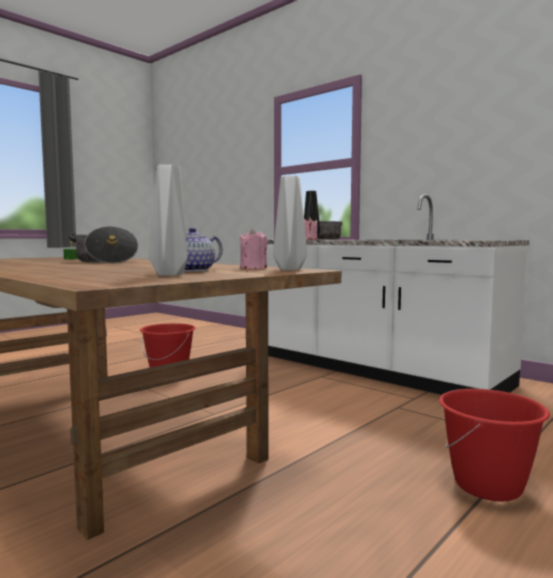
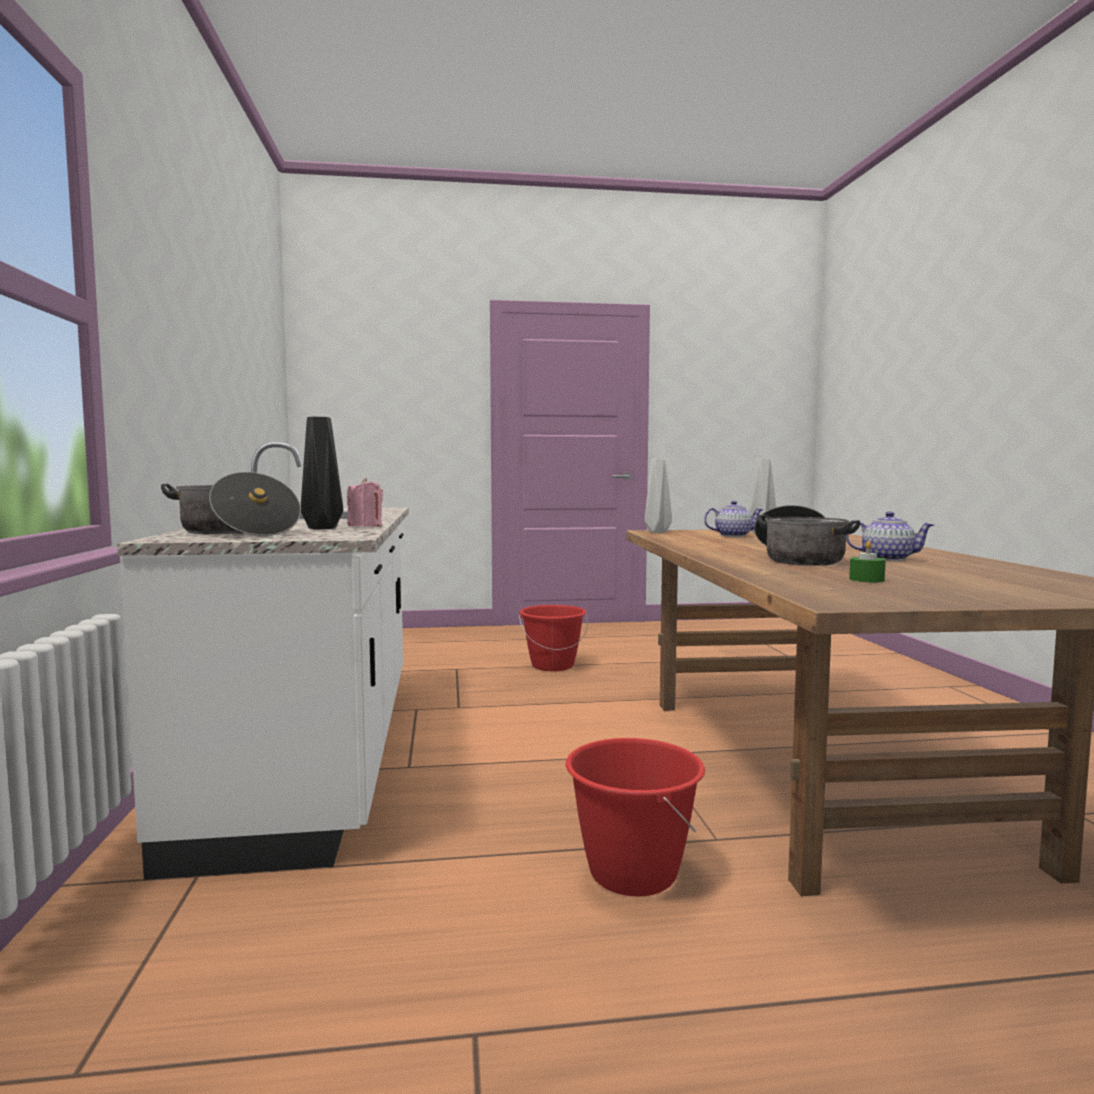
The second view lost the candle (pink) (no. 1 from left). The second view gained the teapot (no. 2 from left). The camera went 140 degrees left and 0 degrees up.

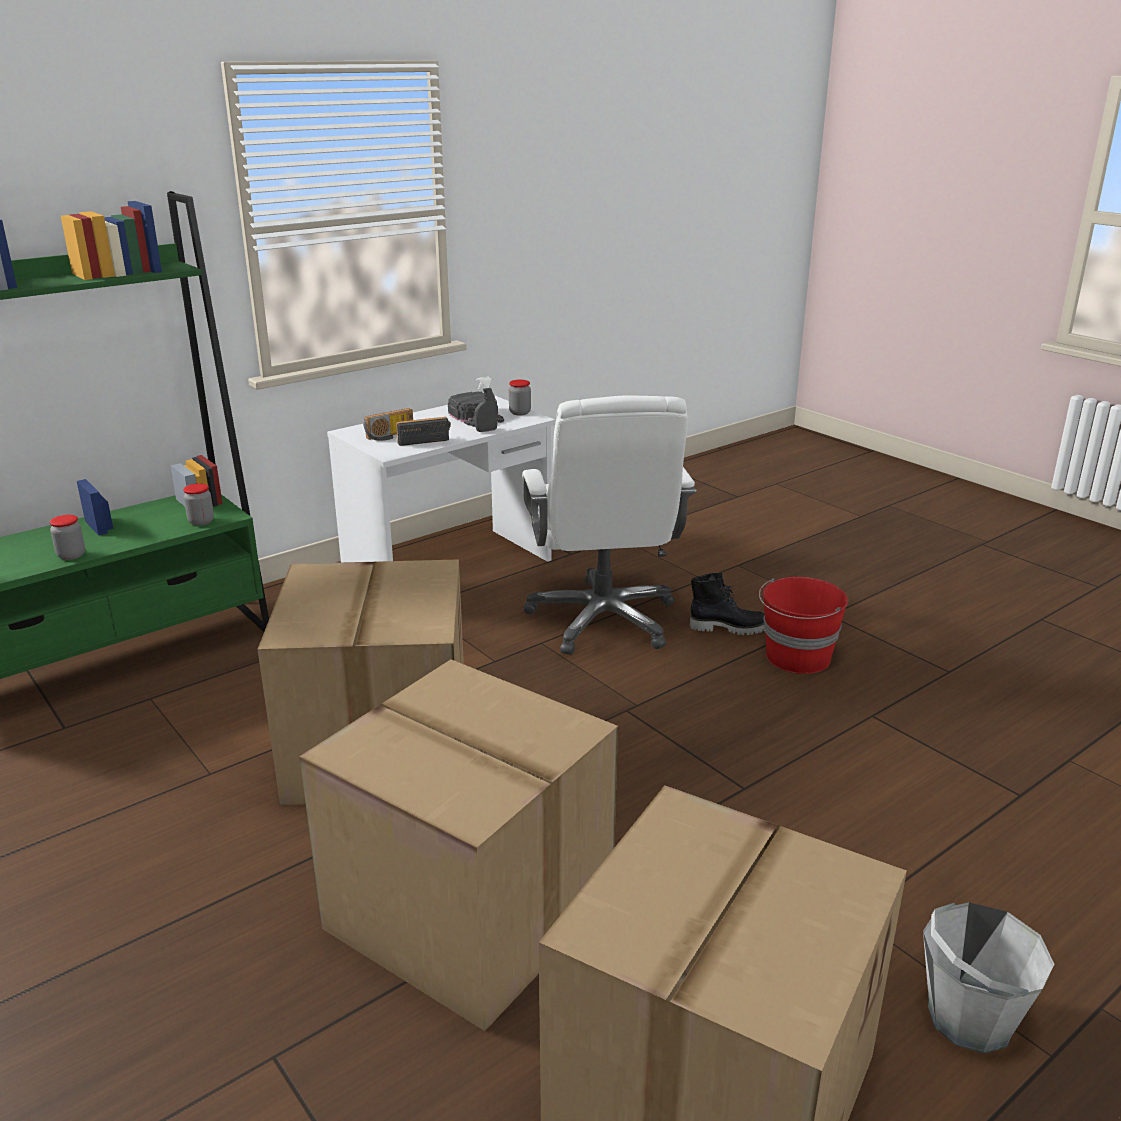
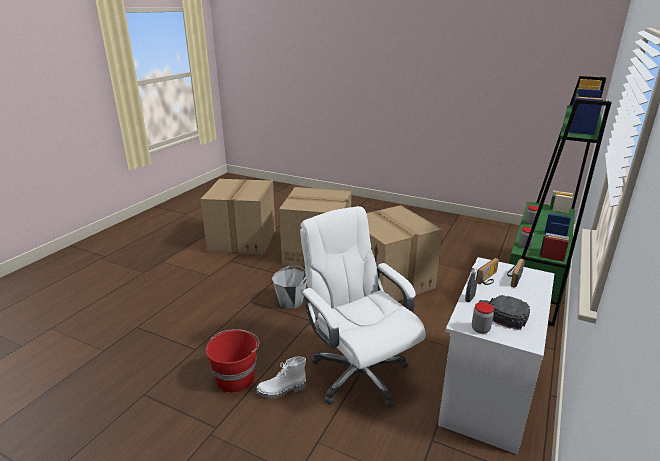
What was the boot (black) turned into the boot (white). The bucket (grey) ended up elsewhere. The camera went 155 degrees right and 0 degrees up.

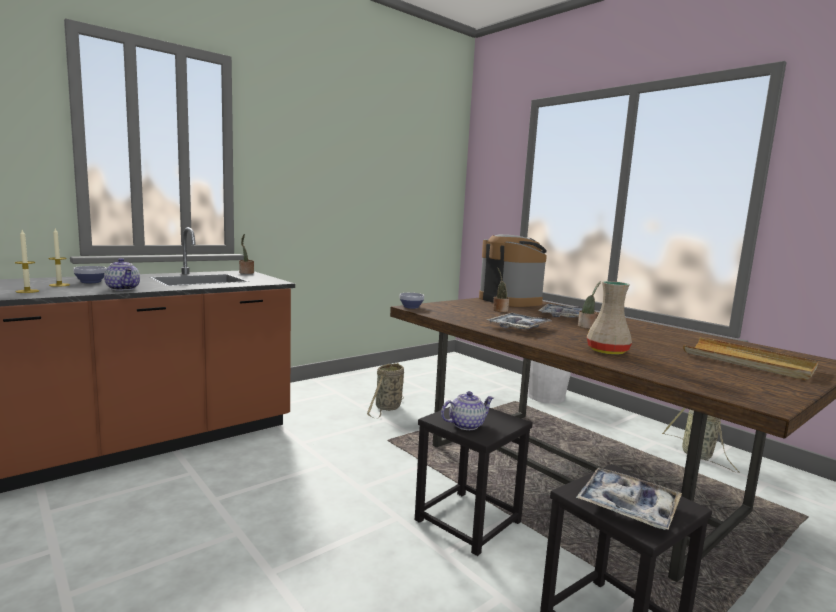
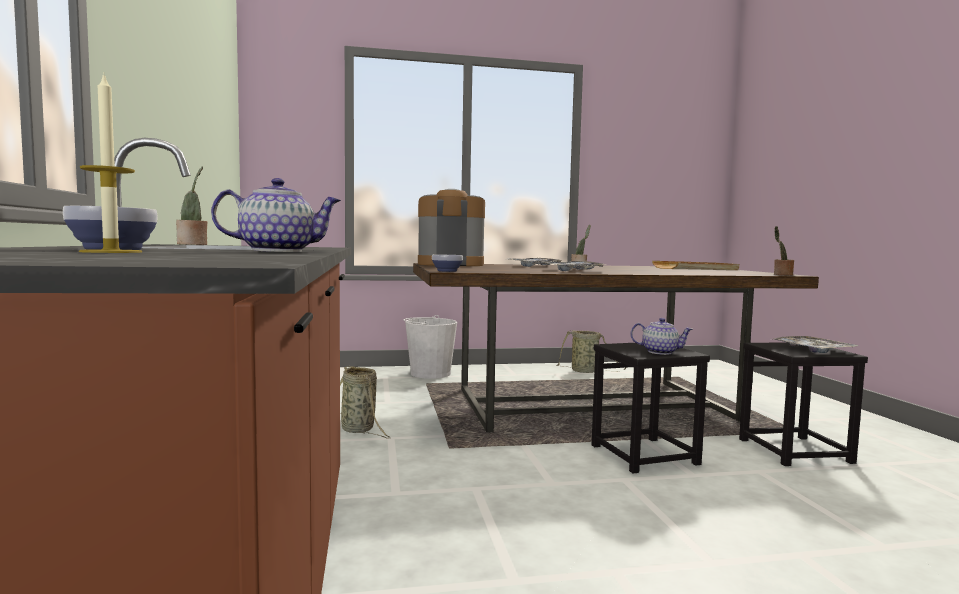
The second view lost the candle (no. 1 from left). The potted plant (no. 2 from left in the first image) ended up elsewhere. The second view lost the vase (beige). The teapot (no. 2 from left) ended up facing another way, 105 degrees clockwise from before. The camera went 60 degrees left and 5 degrees down.

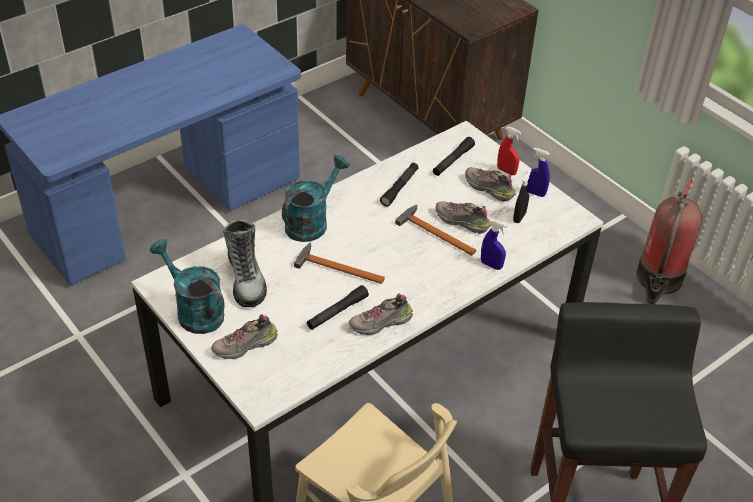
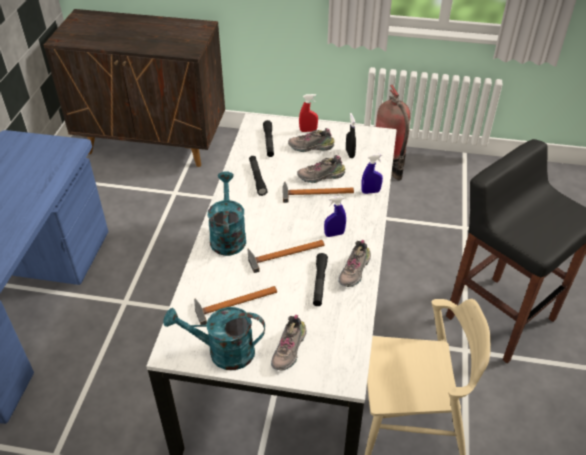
The spray bottle (blue) (no. 2 from left in the first image) ended up elsewhere. Where the boot stood, the hammer (no. 1 from left) came to stand. The camera went 40 degrees left and 0 degrees up.

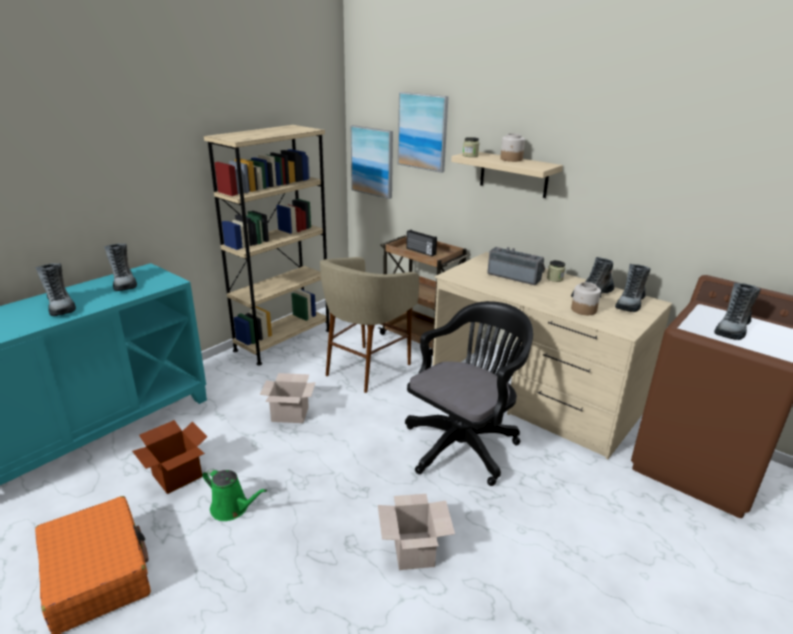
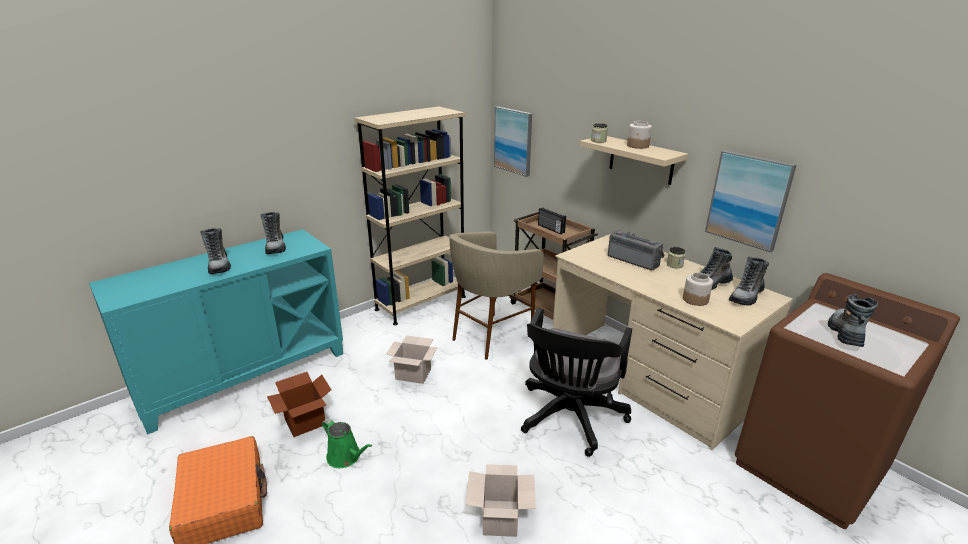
The picture (no. 2 from left) ended up elsewhere. The boot (no. 5 from left) ended up facing another way, 150 degrees clockwise from before. The office chair (black) ended up facing another way, 150 degrees clockwise from before. The camera went 10 degrees right and 0 degrees up.

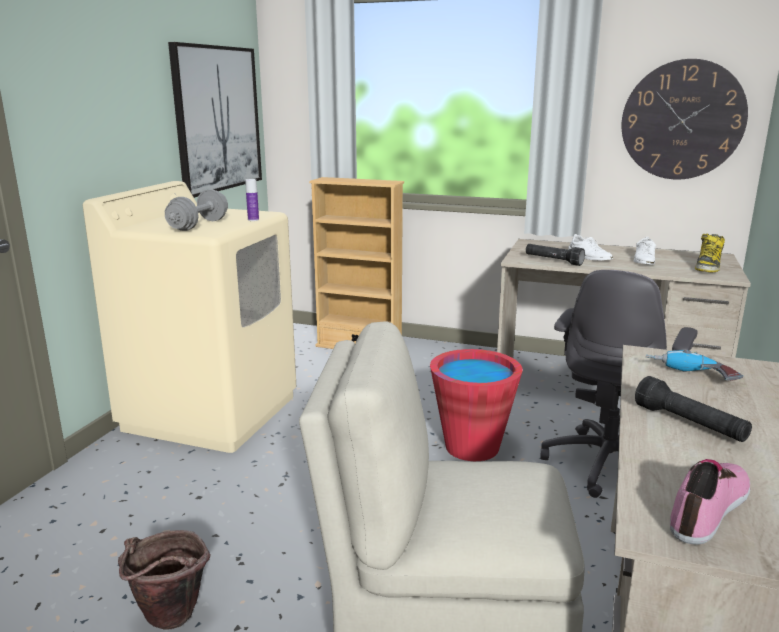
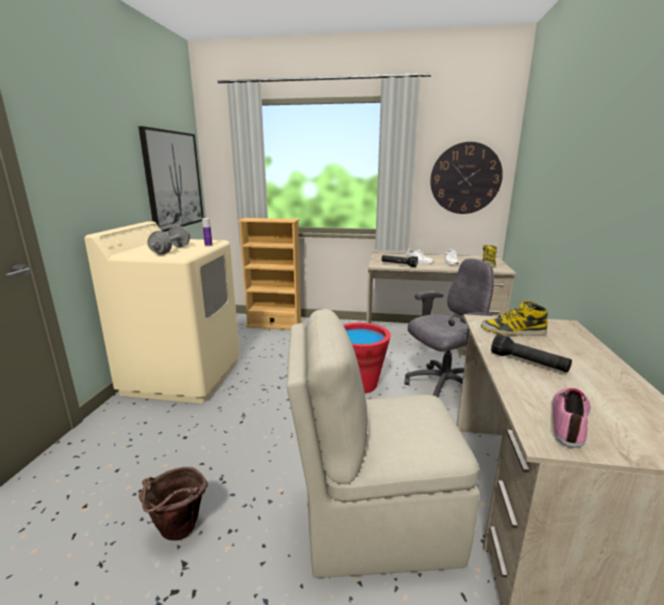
The office chair (grey) ended up facing another way, 135 degrees counterclockwise from before. Where the power drill stood, the boot (no. 2 from left) came to stand. The camera went 10 degrees left and 0 degrees up.

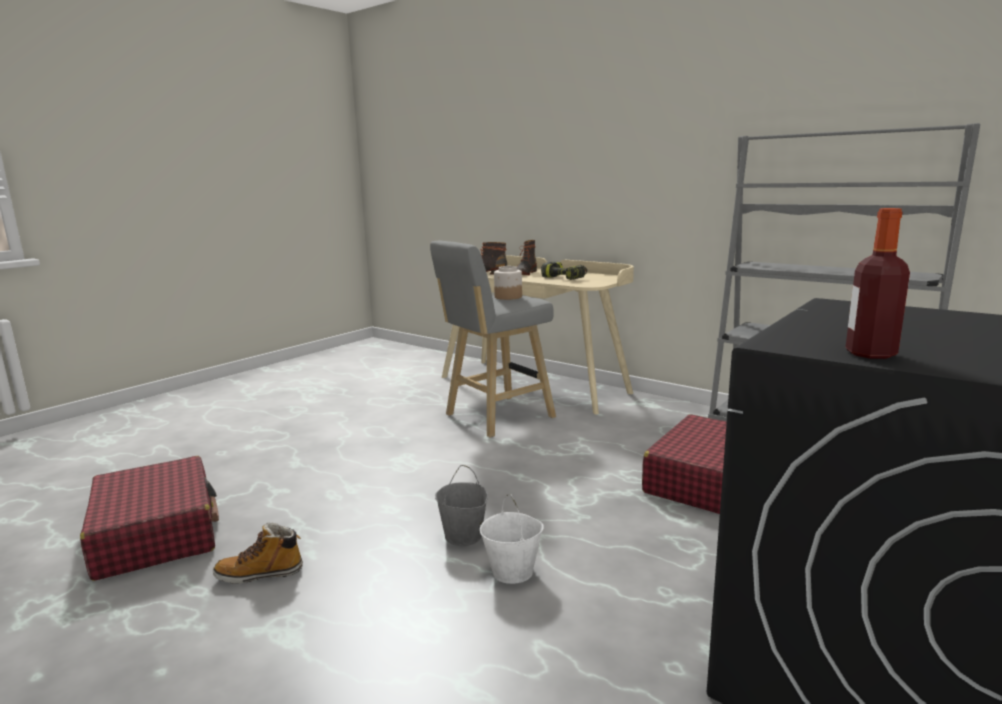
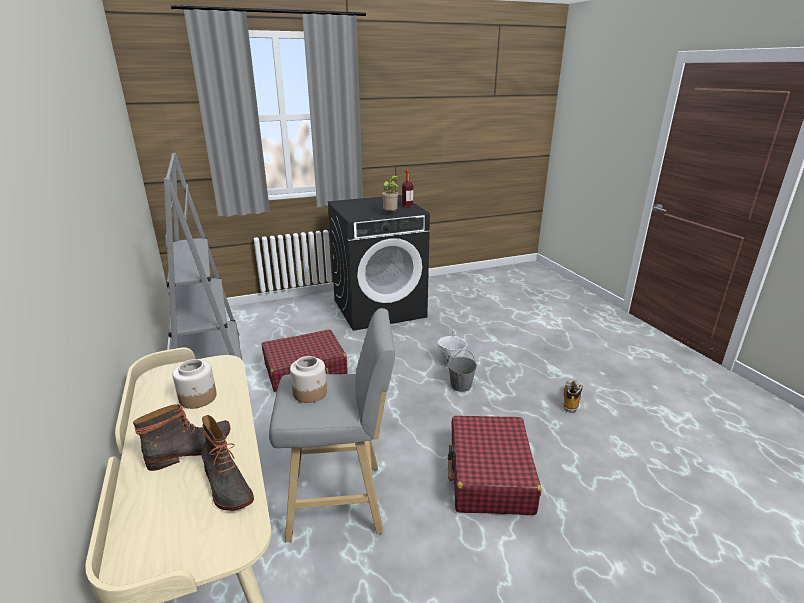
Where the power drill stood, the jar (no. 1 from left) came to stand. The suitcase (red) (no. 1 from left in the first image) ended up elsewhere. The boot (no. 1 from left in the first image) ended up facing another way, 90 degrees counterclockwise from before. The second view gained the potted plant. The camera went 150 degrees left and 10 degrees up.

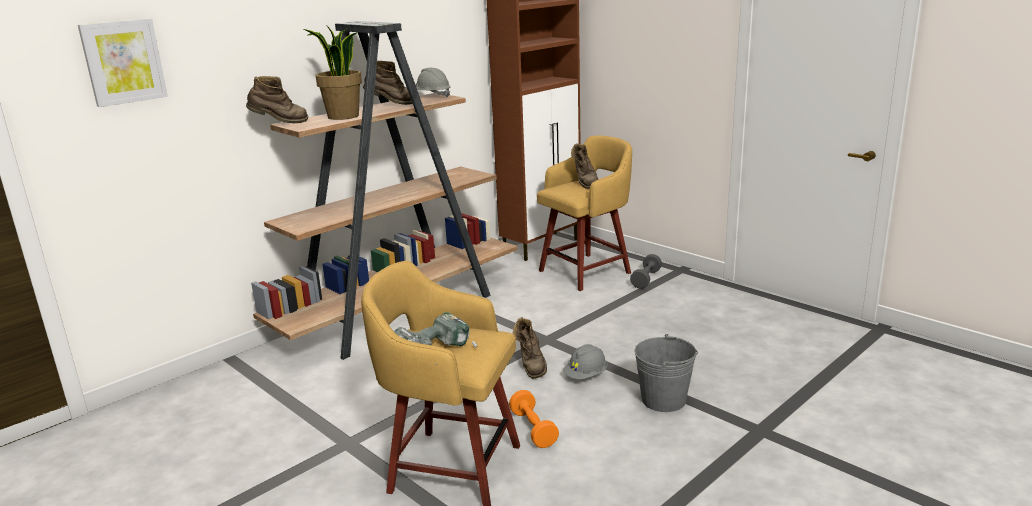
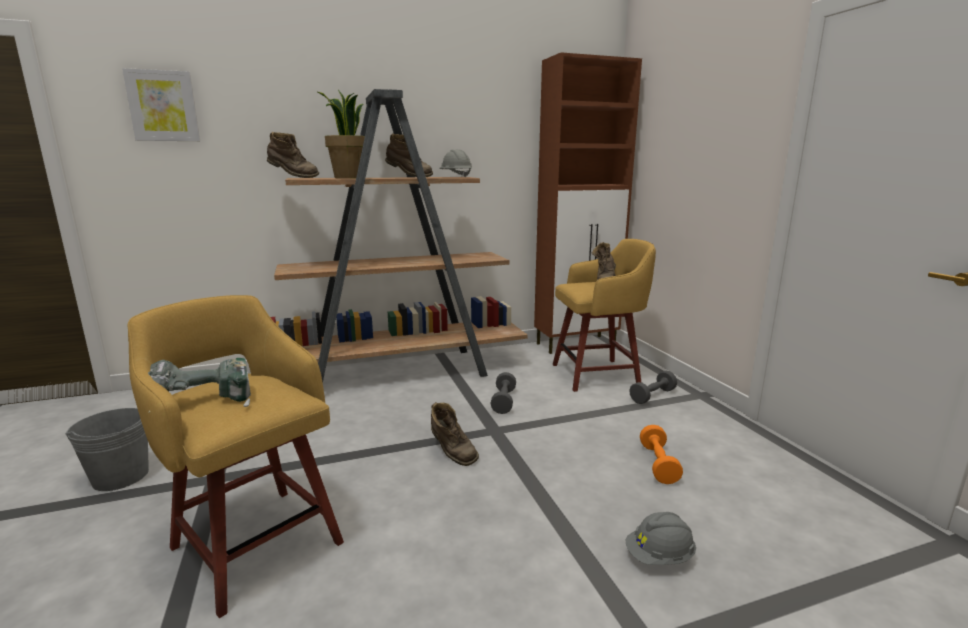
The boot (brown) (no. 3 from left) ended up facing another way, 60 degrees counterclockwise from before. The bucket (grey) ended up elsewhere. The hard hat (grey) (no. 2 from left) ended up elsewhere. The dumbbell (orange) ended up elsewhere. The second view gained the dumbbell (grey) (no. 1 from left). The camera went 25 degrees right and 5 degrees down.

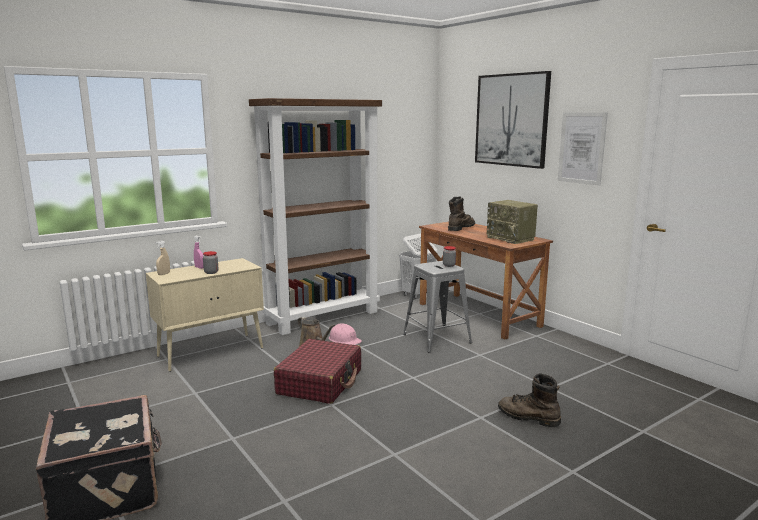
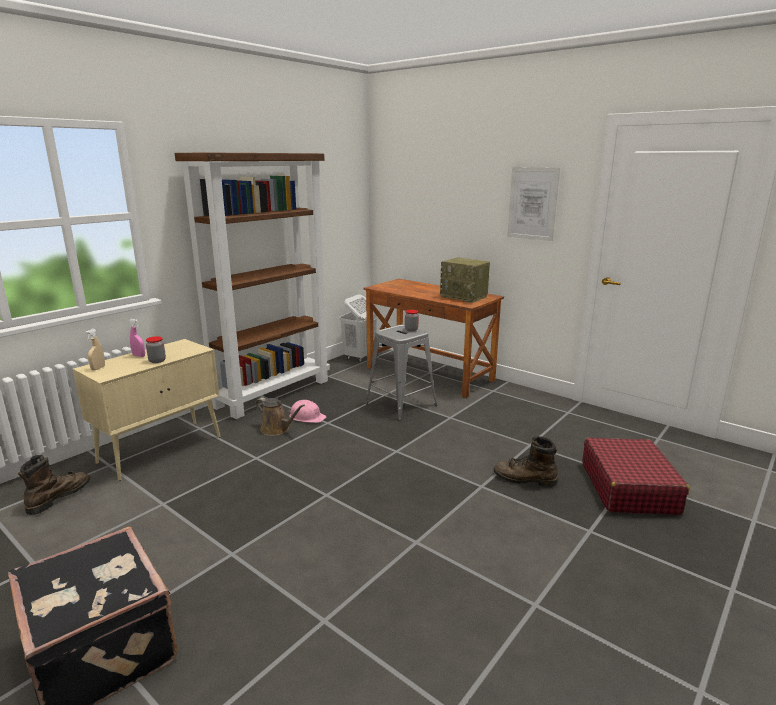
The second view lost the picture (no. 1 from left). The boot (brown) (no. 1 from left) ended up elsewhere. The suitcase (red) ended up elsewhere. The camera went 15 degrees left and 5 degrees up.

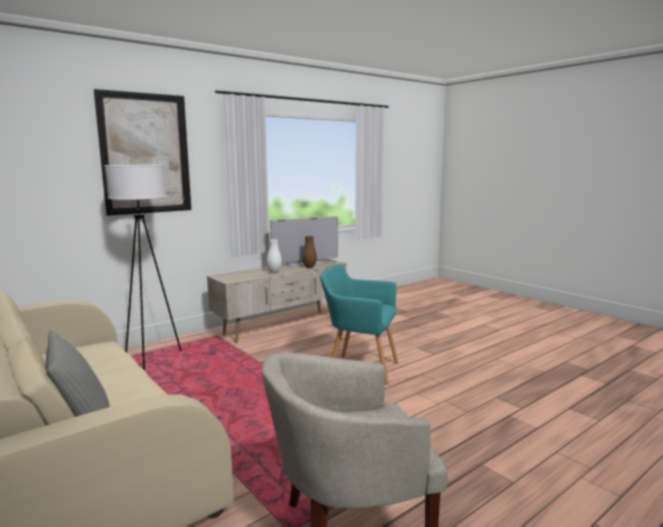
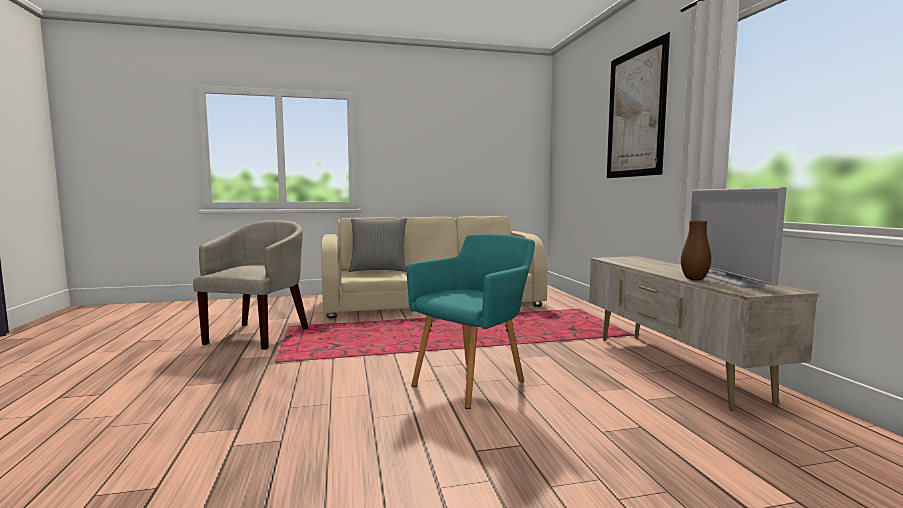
The second view lost the floor lamp (white). The second view lost the vase (white). The camera went 115 degrees right and 5 degrees down.

